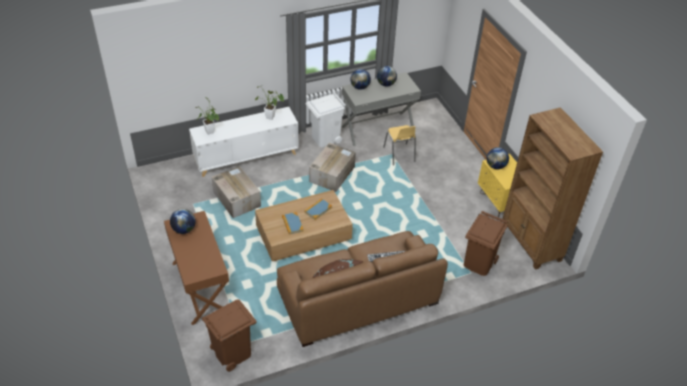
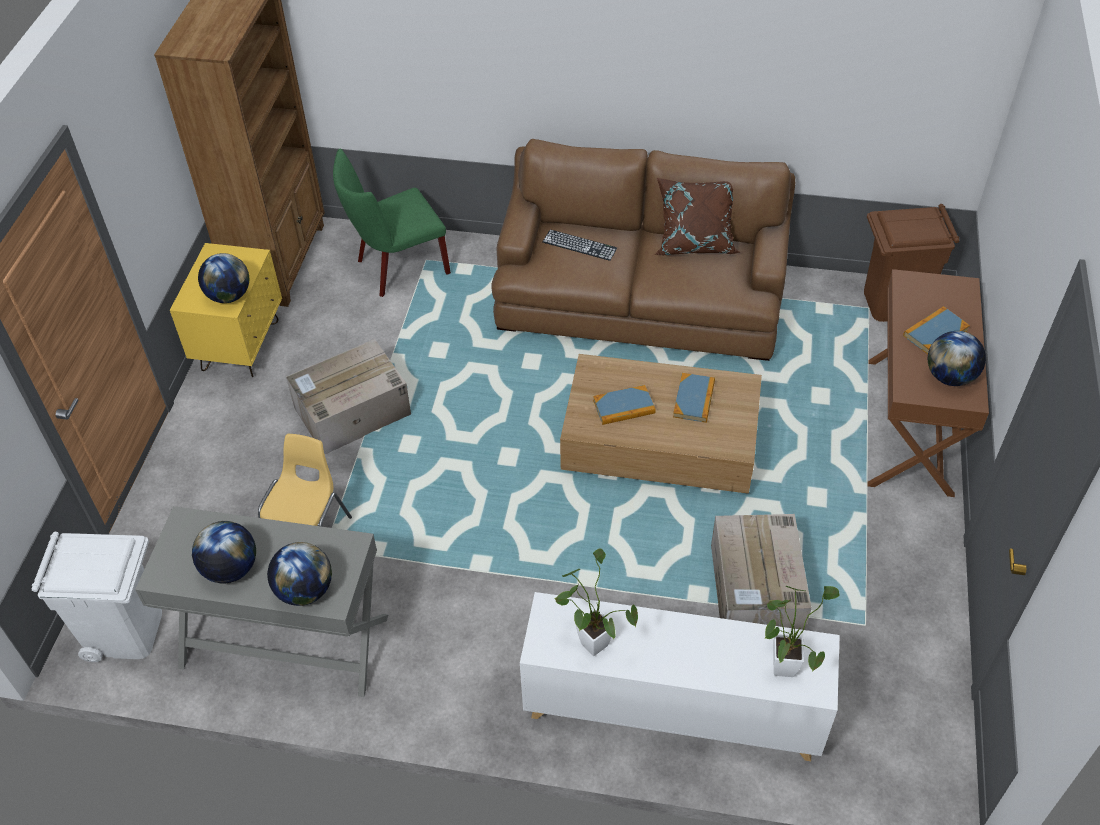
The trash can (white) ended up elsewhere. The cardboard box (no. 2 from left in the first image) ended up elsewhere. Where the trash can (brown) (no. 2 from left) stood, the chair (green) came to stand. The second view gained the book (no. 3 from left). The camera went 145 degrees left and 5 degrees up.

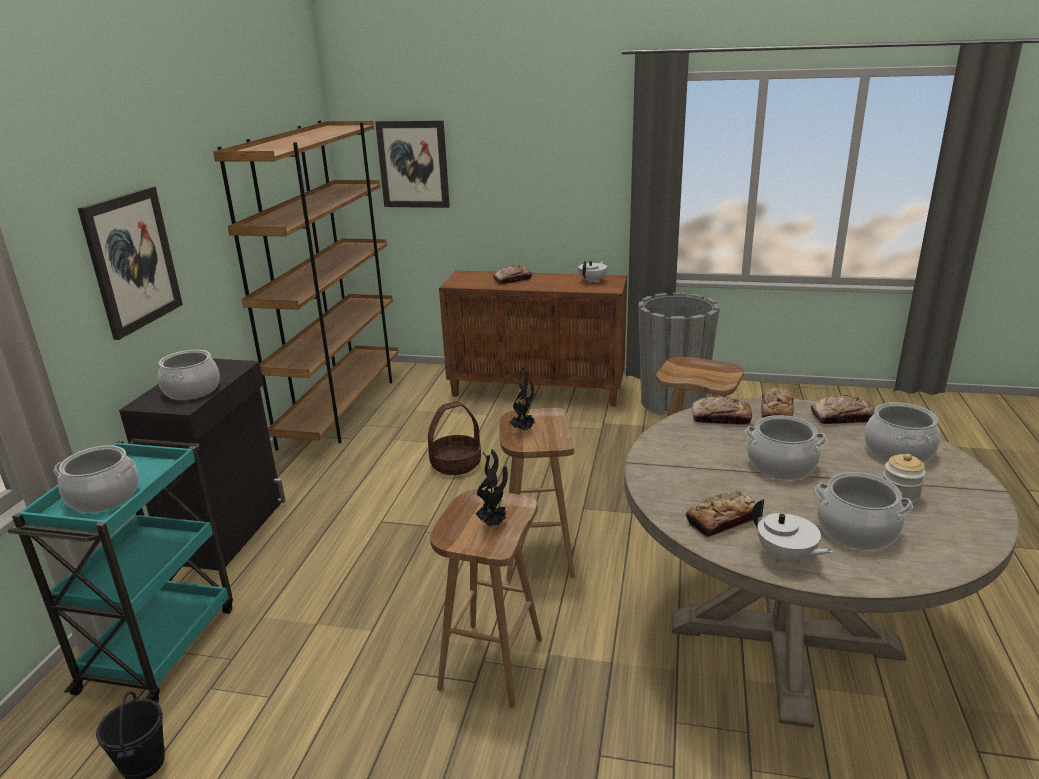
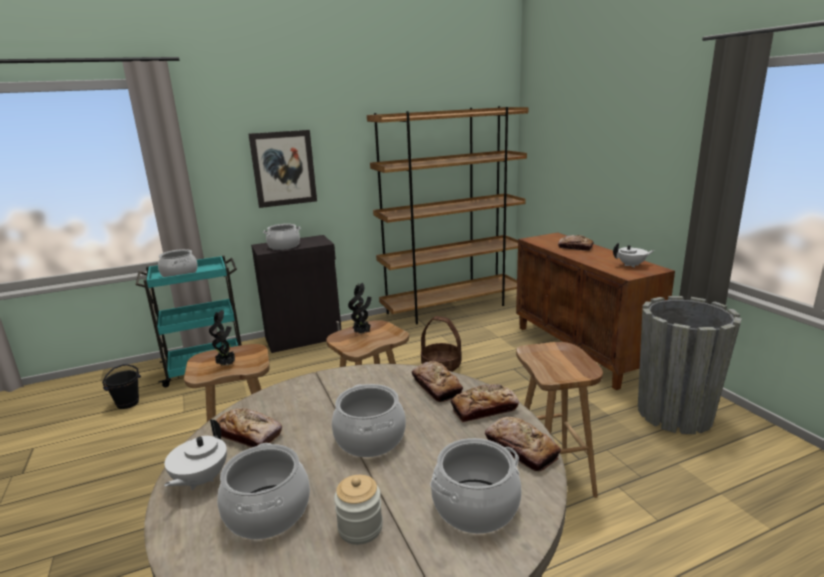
The second view lost the picture (no. 2 from left). The camera went 55 degrees right and 5 degrees down.

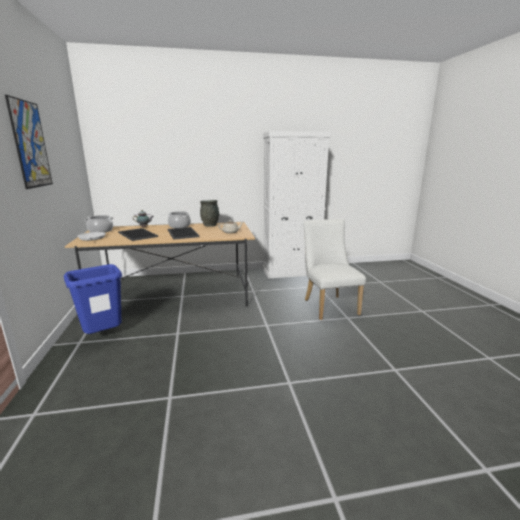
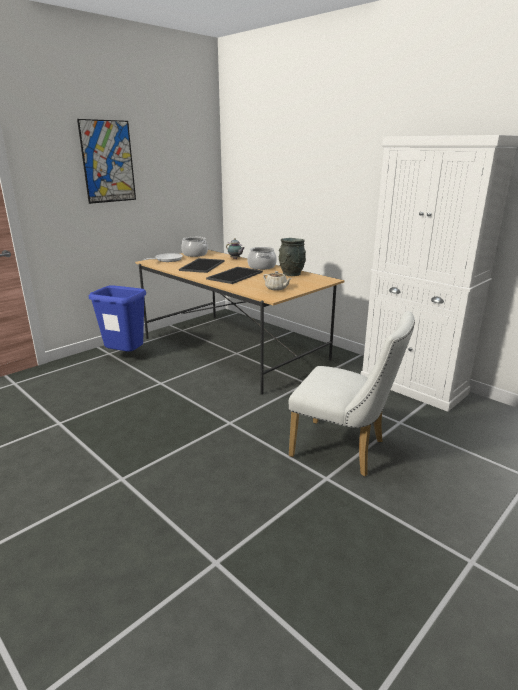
The chair (white) ended up facing another way, 75 degrees clockwise from before. The camera went 55 degrees right and 5 degrees up.

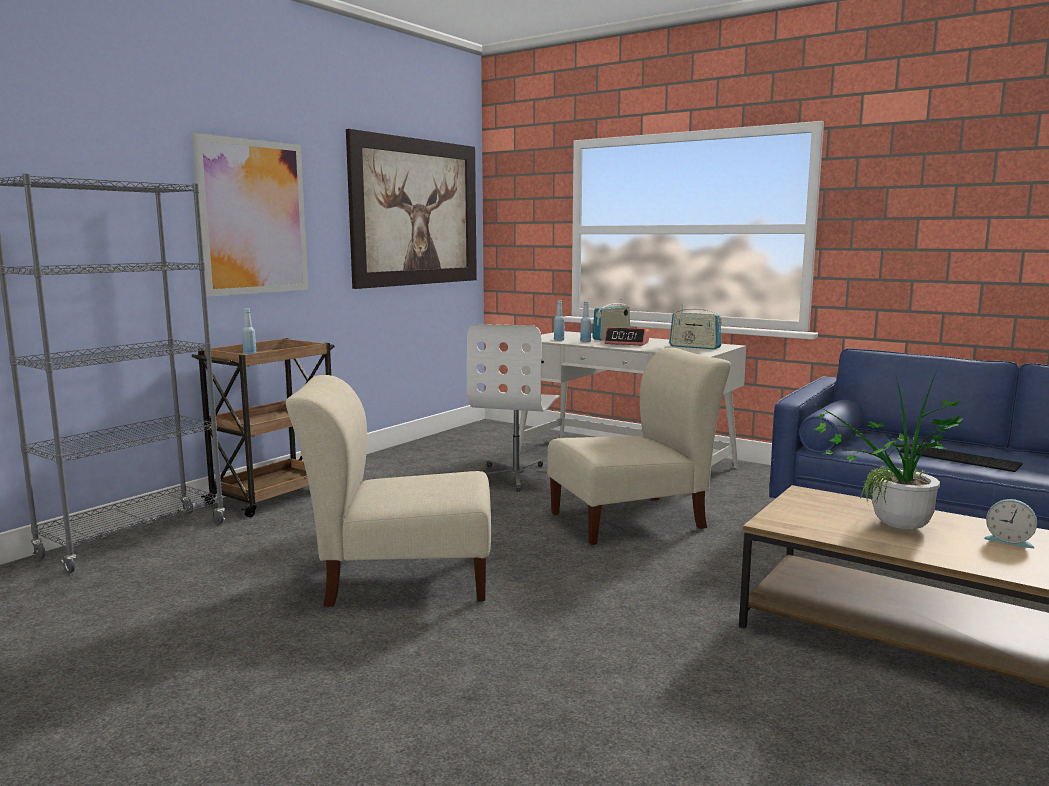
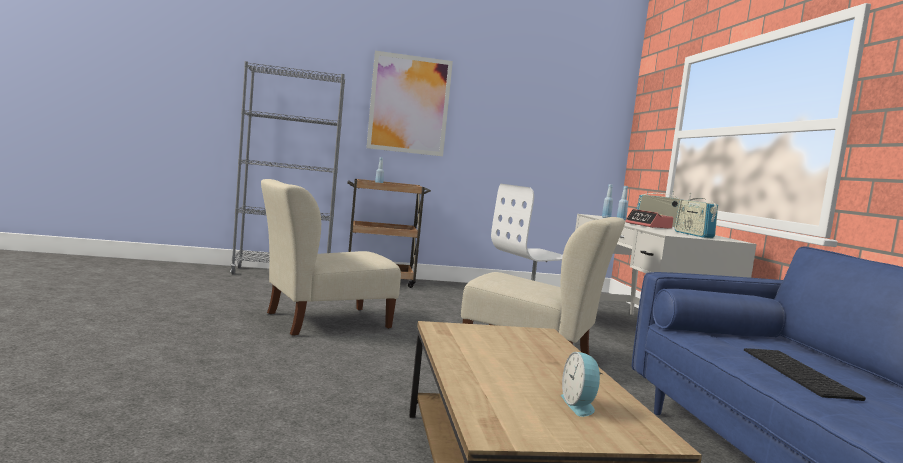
The second view lost the picture (no. 2 from left). The second view lost the potted plant. The chair (beige) (no. 1 from left) ended up facing another way, 75 degrees counterclockwise from before. The camera went 45 degrees right and 5 degrees down.

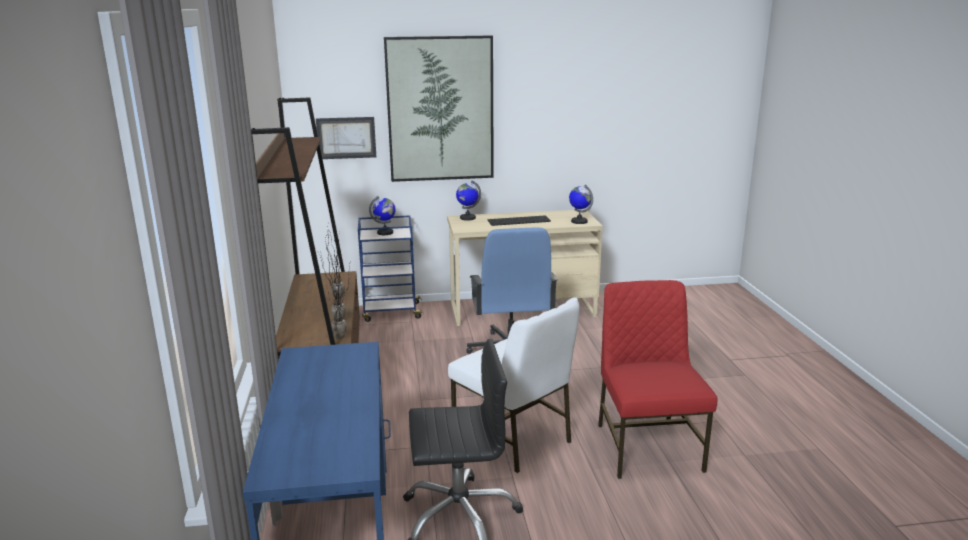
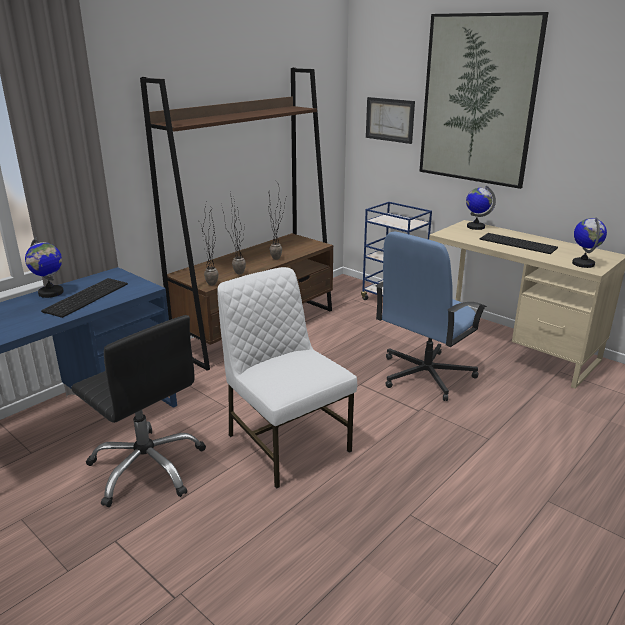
The globe (no. 1 from left) ended up elsewhere. The second view lost the chair (red). The chair (white) ended up facing another way, 135 degrees clockwise from before. The second view gained the keyboard (no. 1 from left). The camera went 50 degrees right and 5 degrees up.

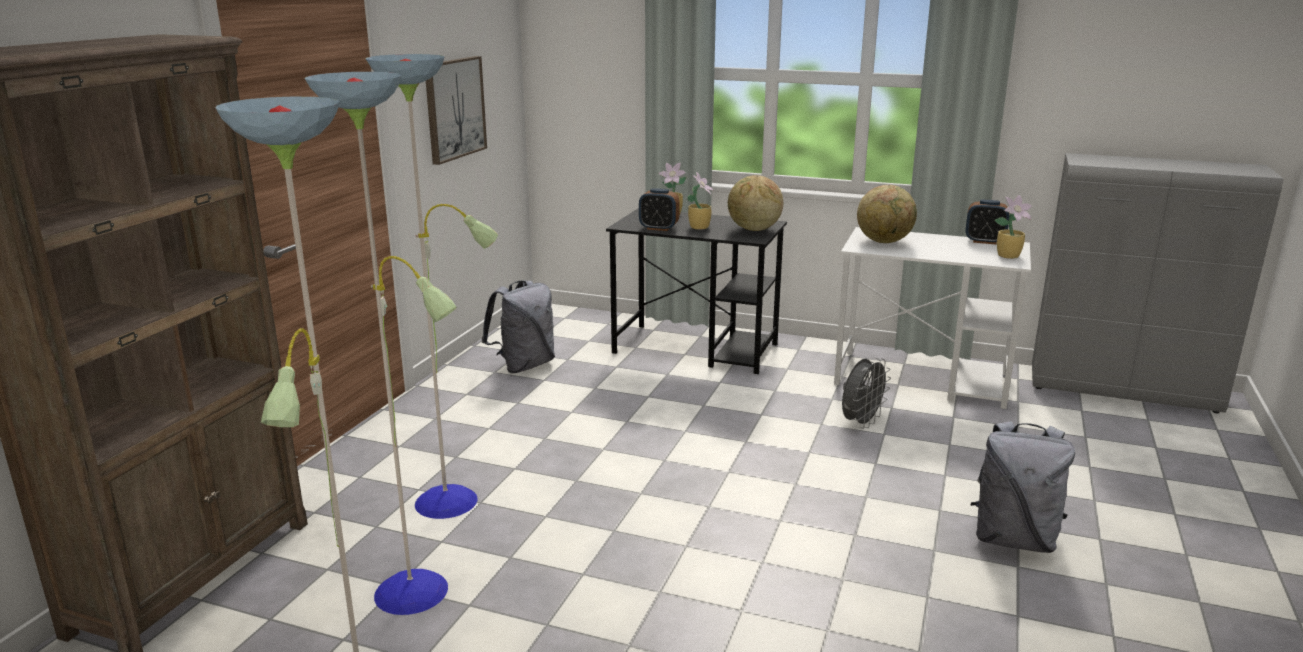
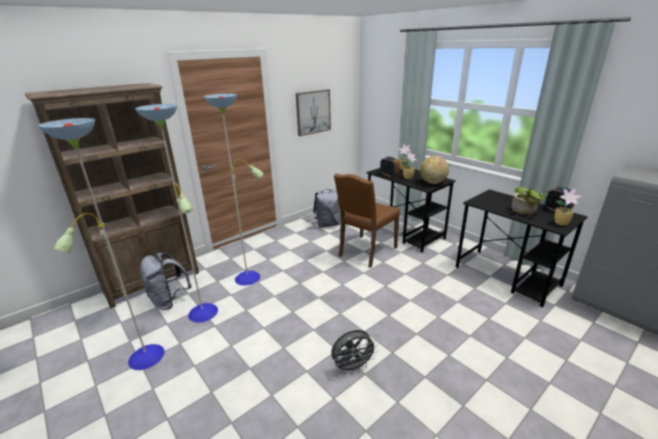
The second view lost the globe (no. 2 from left). What was the desk (white) turned into the desk (black) (no. 2 from left). The fan (grey) ended up elsewhere. The backpack (grey) (no. 2 from left in the first image) ended up elsewhere. The second view gained the chair (brown). The second view gained the potted plant (no. 3 from left). The camera went 30 degrees right and 5 degrees up.

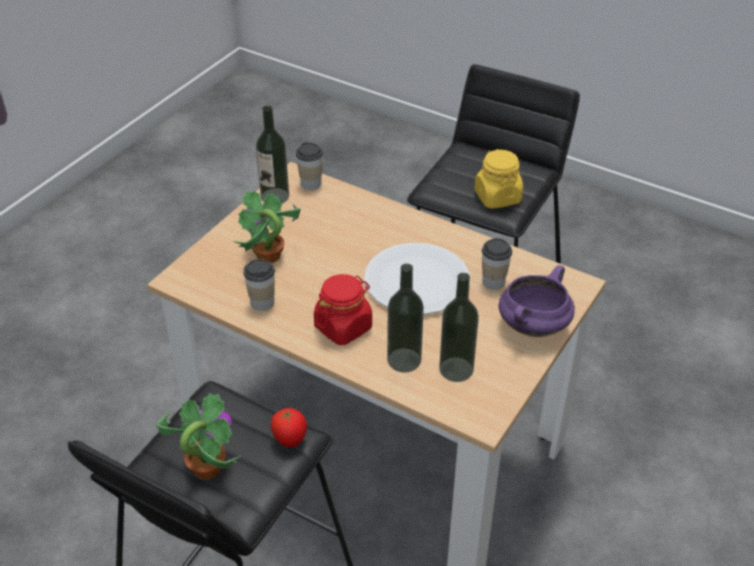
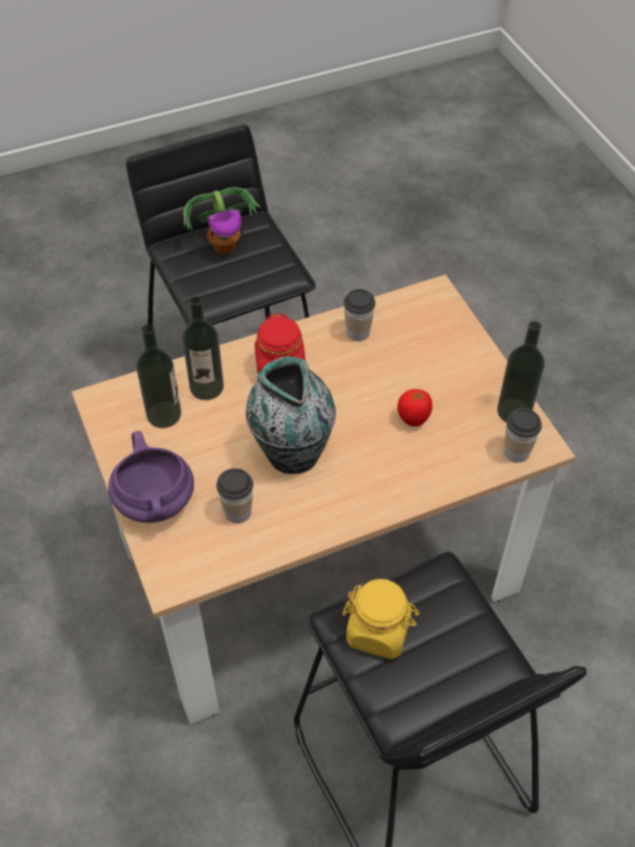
The second view lost the potted plant (no. 2 from left). Where the plate (white) stood, the vase came to stand. The tomato ended up elsewhere. The camera went 125 degrees right and 10 degrees up.

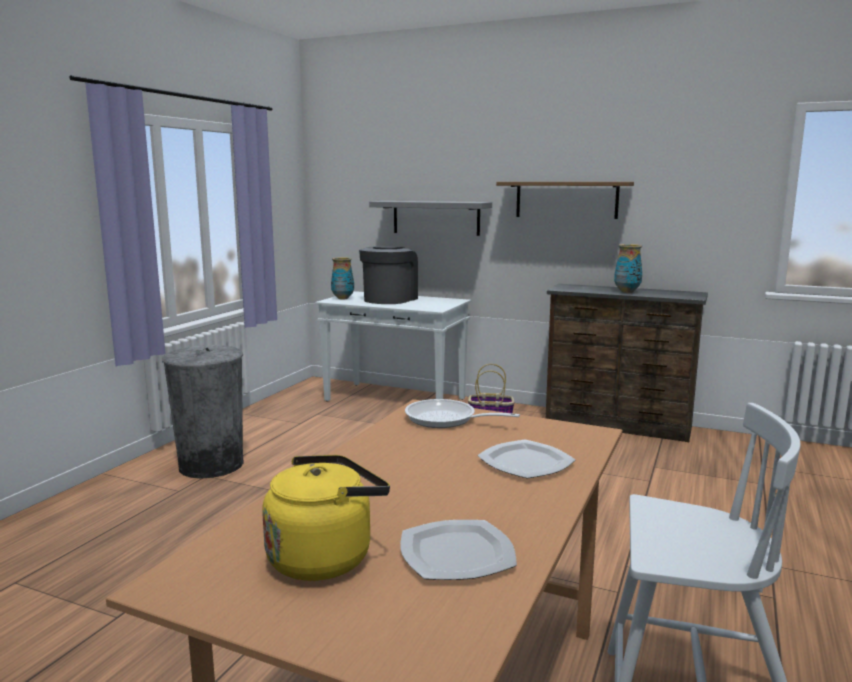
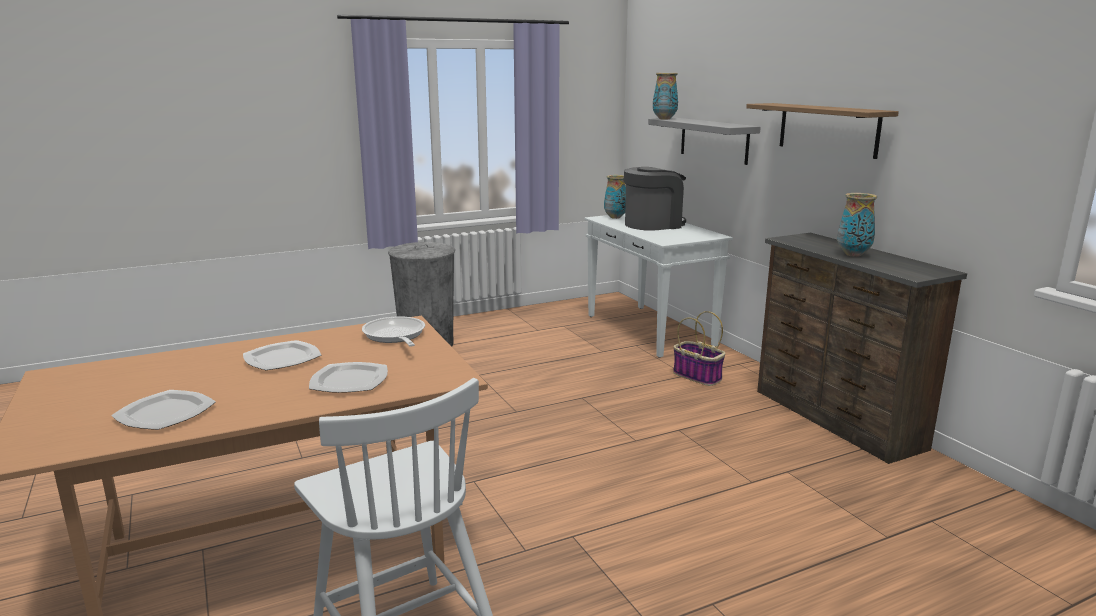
The second view lost the kettle (yellow). The second view gained the vase (no. 2 from left). The second view gained the plate (no. 2 from left). The camera went 40 degrees right and 5 degrees up.

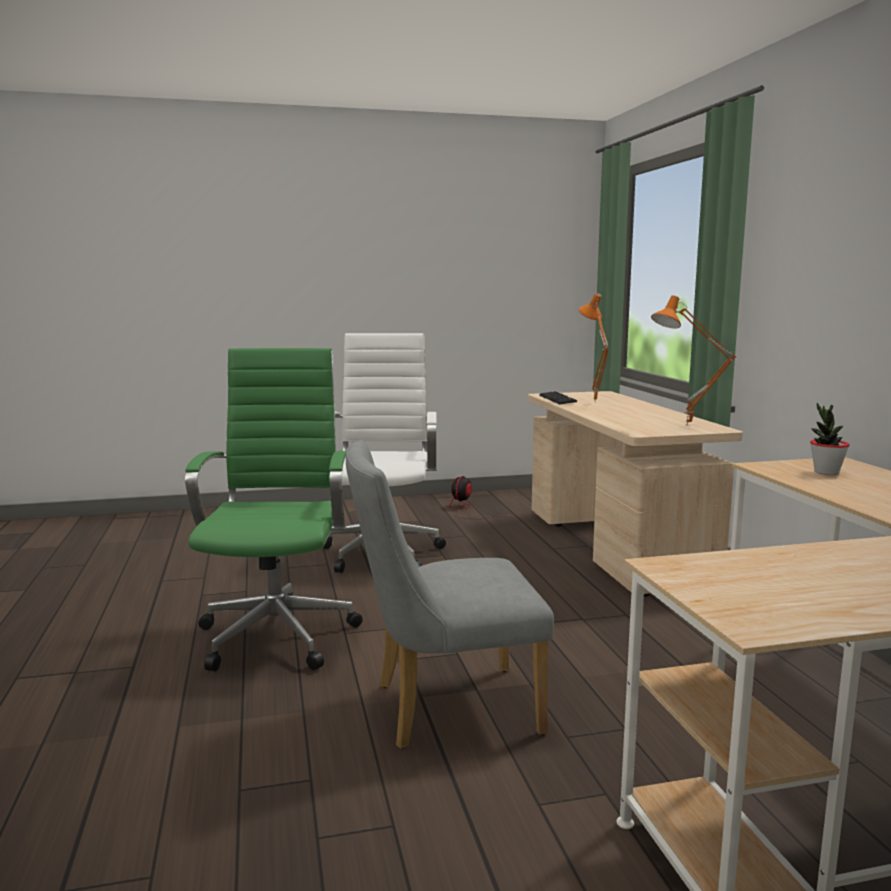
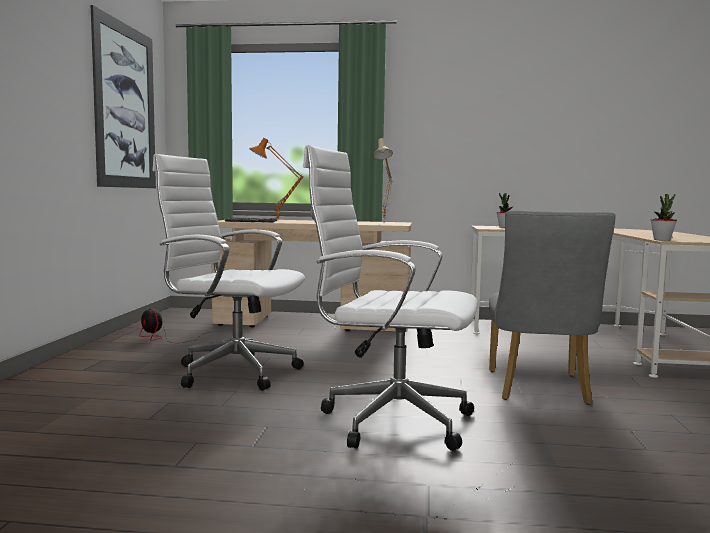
What was the table lamp (orange) (no. 2 from left) turned into the table lamp (beige). What was the office chair (green) turned into the office chair (white) (no. 2 from left). The second view gained the picture. The second view gained the potted plant (no. 2 from left). The camera went 70 degrees left and 5 degrees down.

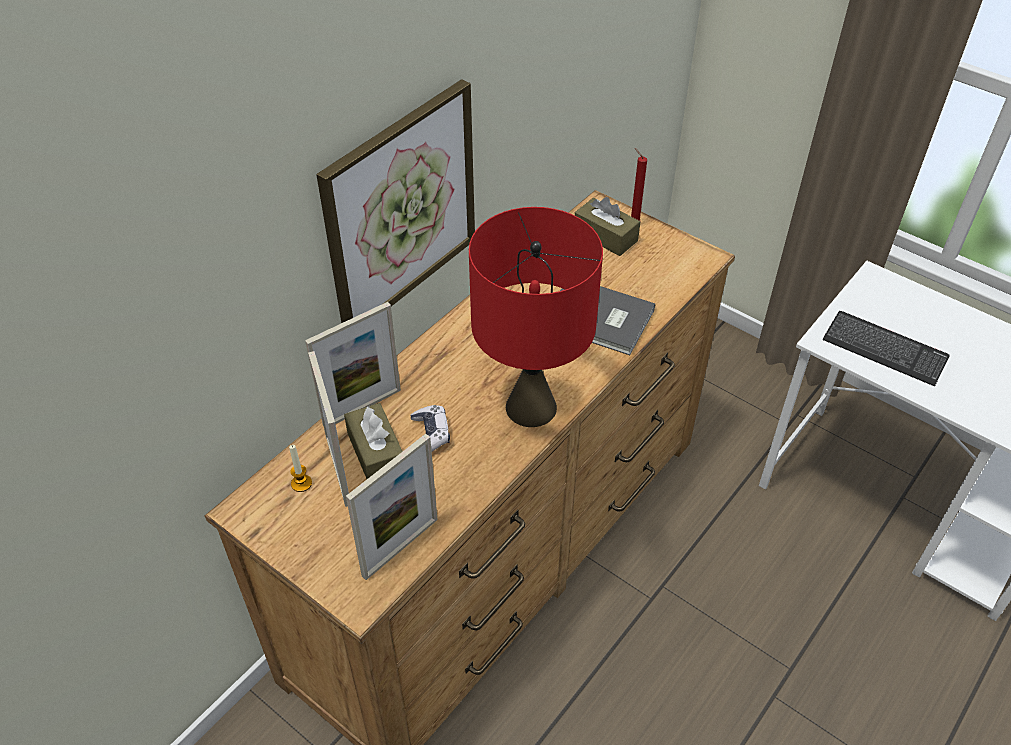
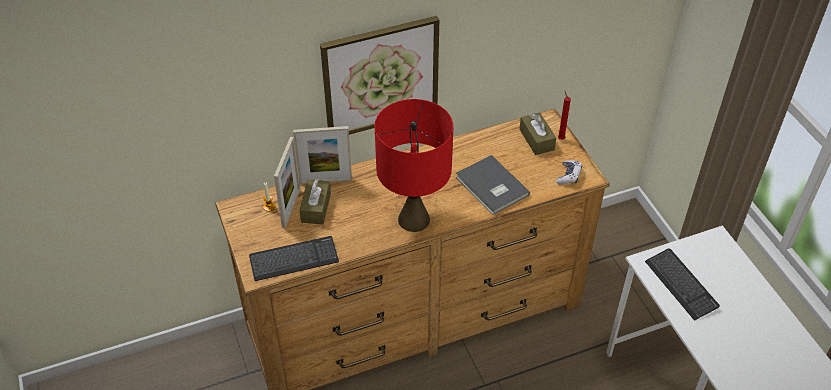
The game controller ended up elsewhere. Where the picture frame (no. 3 from left) stood, the keyboard (no. 1 from left) came to stand. The camera went 30 degrees right and 0 degrees up.

